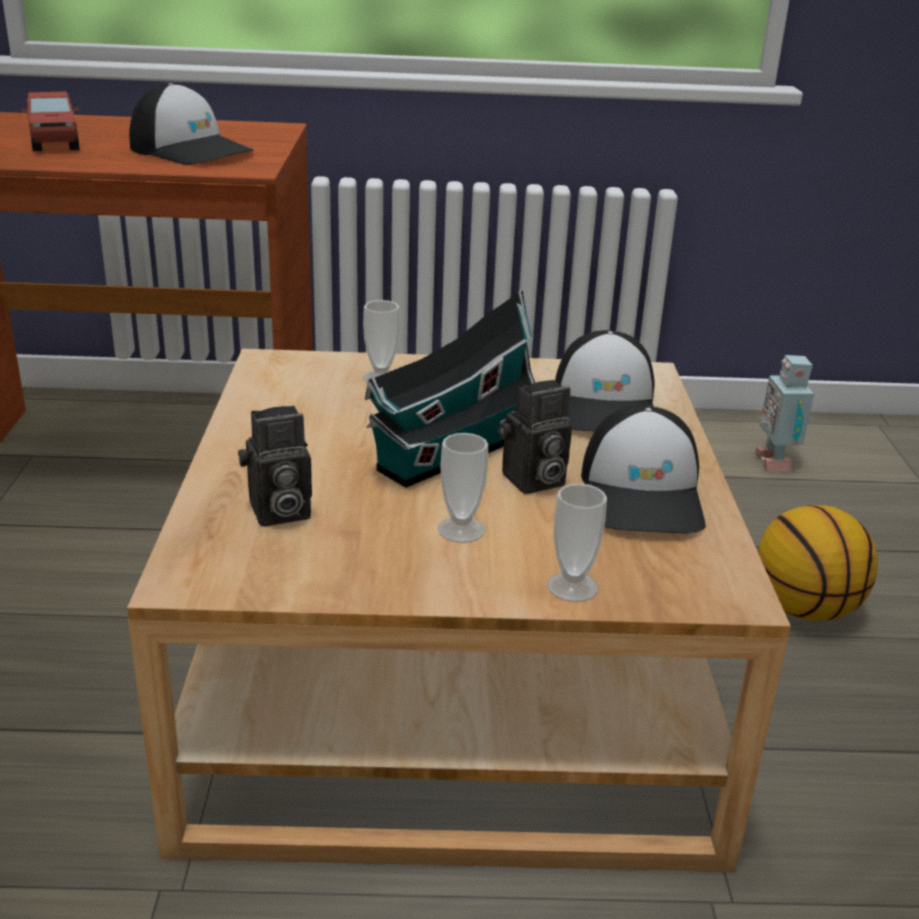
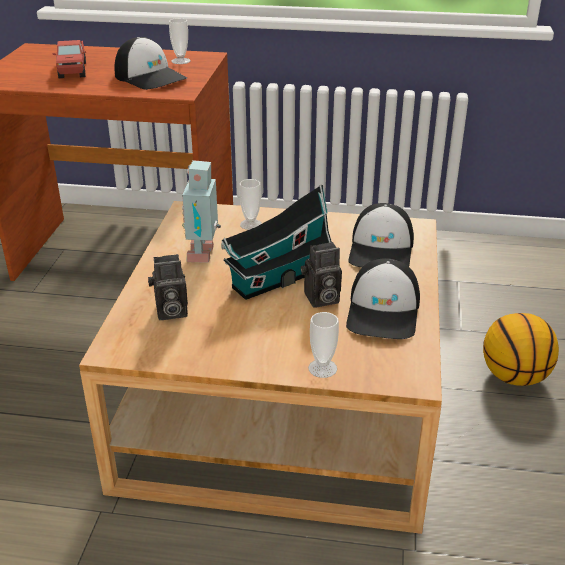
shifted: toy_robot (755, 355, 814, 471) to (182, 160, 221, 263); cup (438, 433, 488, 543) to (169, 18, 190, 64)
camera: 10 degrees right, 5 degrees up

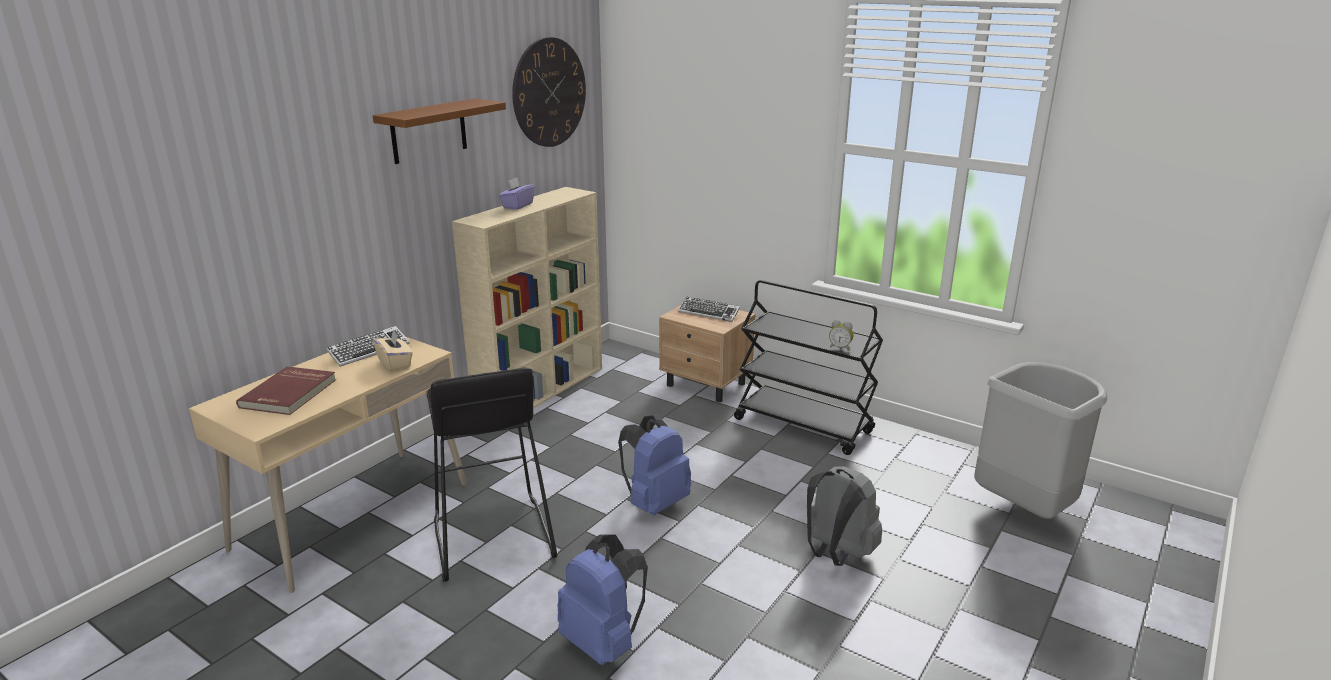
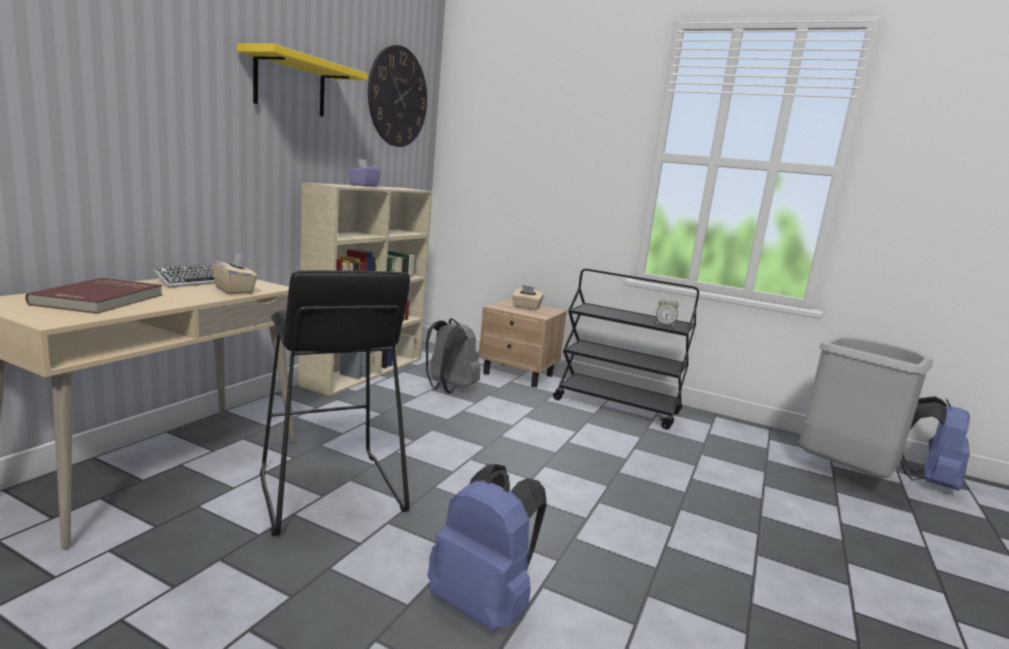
shifted: blue_backpack (618, 415, 691, 515) to (901, 396, 970, 491); grey_backpack (807, 466, 882, 566) to (426, 318, 481, 394)
swapped: keyboard (678, 297, 740, 322) to beige_tissue_box (512, 285, 544, 310)
repainted: brown_shelf (373, 98, 506, 164) to yellow_shelf (237, 43, 368, 117)
camera: 10 degrees left, 10 degrees down

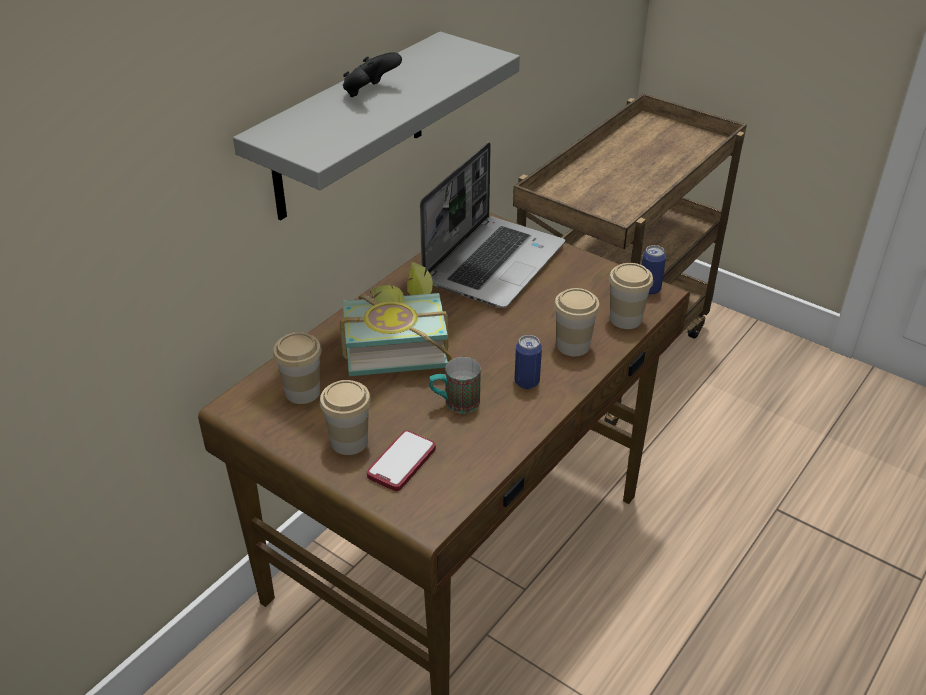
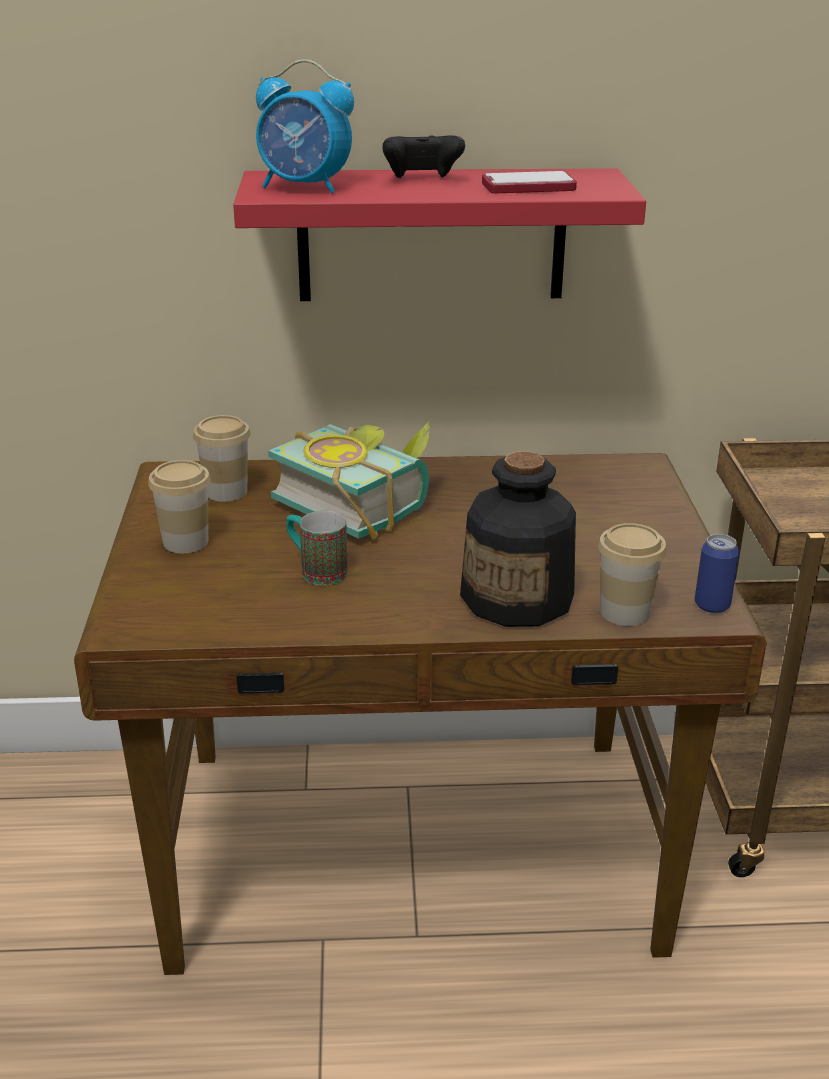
gone: laptop (420, 142, 565, 308); can (515, 335, 542, 389)
new: alarm_clock (256, 59, 354, 193)
shifted: phone (367, 431, 436, 491) to (482, 171, 577, 193)
swapped: cup (554, 288, 600, 356) to bottle (460, 451, 576, 627)
repainted: grey_shelf (233, 31, 520, 220) to red_shelf (233, 168, 646, 301)
camera: 50 degrees right, 10 degrees down

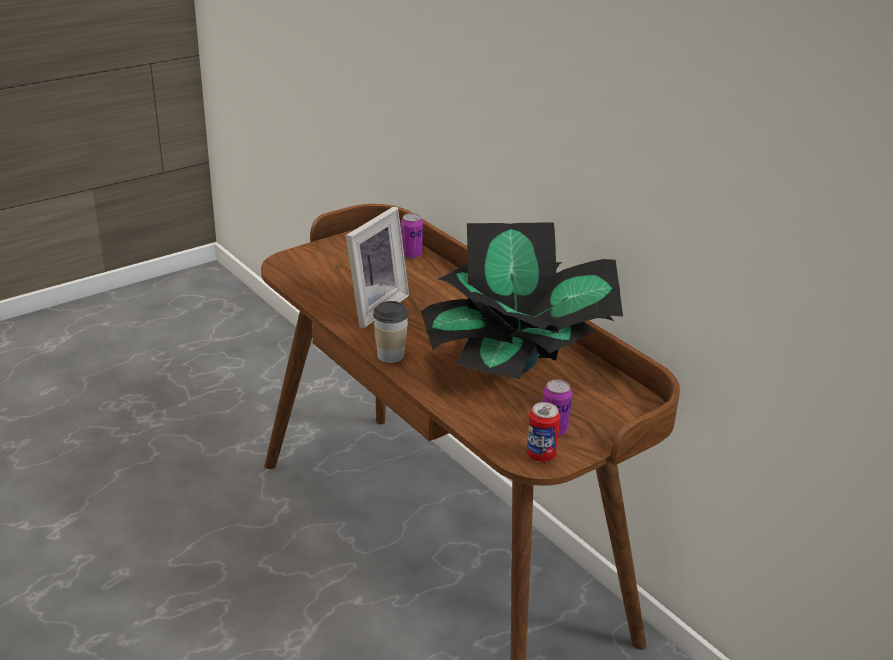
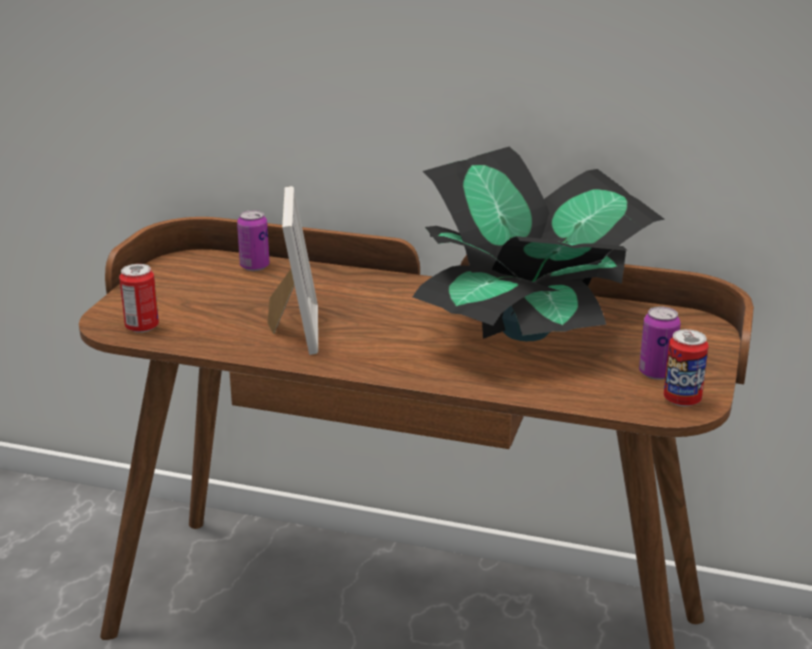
gone: cup (373, 301, 409, 363)
new: can (119, 264, 159, 333)
camera: 35 degrees left, 5 degrees down

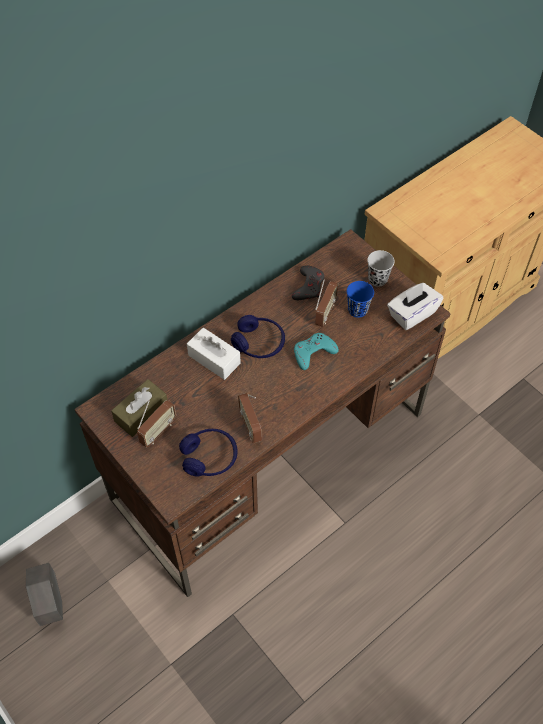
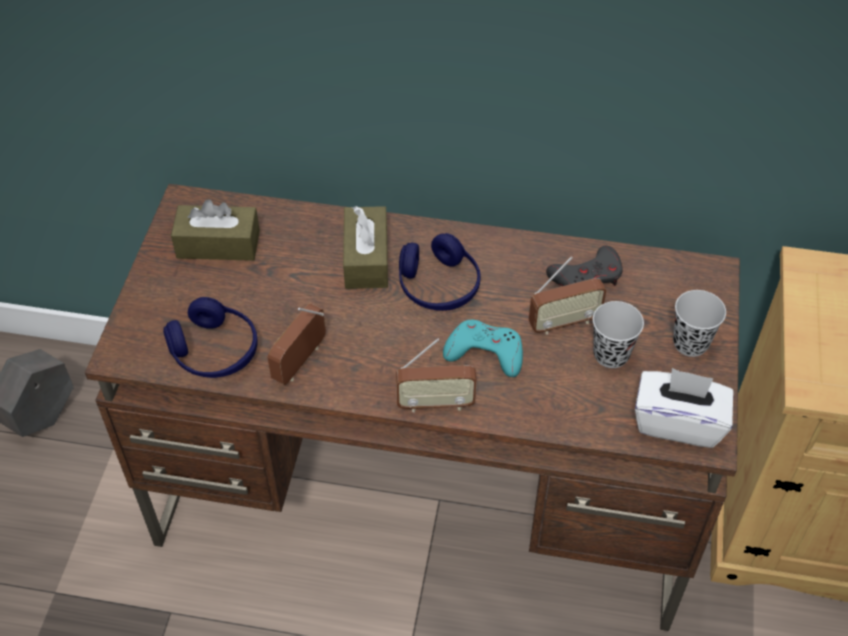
shifted: radio (137, 400, 176, 447) to (396, 338, 477, 412)
repainted: blue_cup (347, 281, 374, 318) to black_cup (593, 301, 644, 368); white_tissue_box (187, 328, 241, 380) to brown_tissue_box (343, 206, 388, 289)
camera: 50 degrees right, 5 degrees down

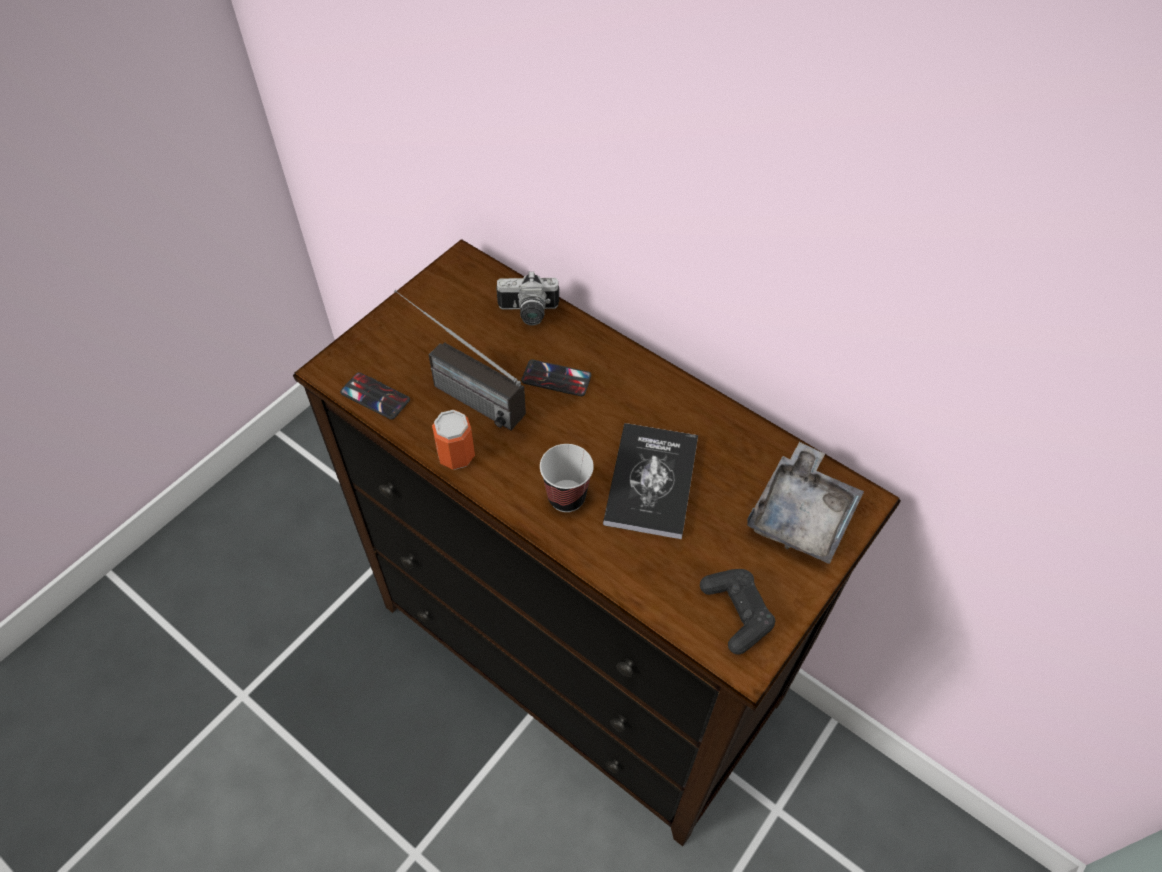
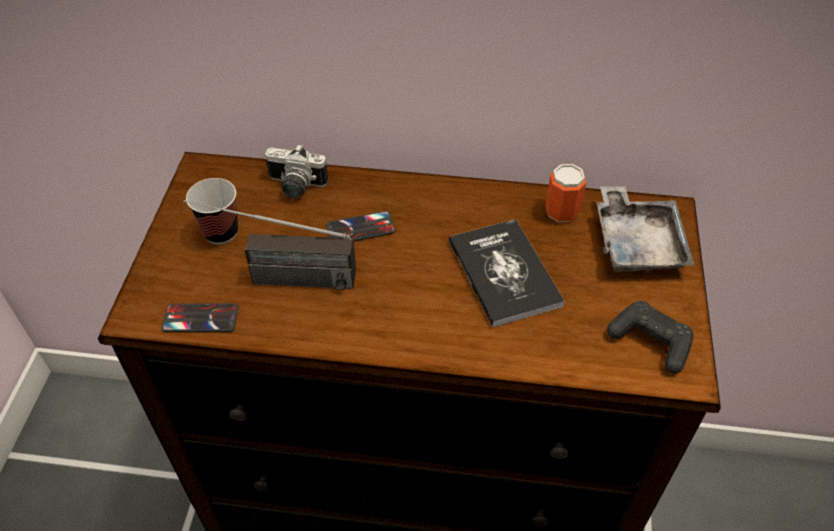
shifted: can (432, 410, 475, 470) to (545, 164, 586, 222); cup (540, 444, 594, 512) to (186, 178, 238, 244)
rotated: photo_camera (496, 271, 559, 325) = (265, 144, 328, 199) 45 degrees clockwise
camera: 30 degrees left, 5 degrees down

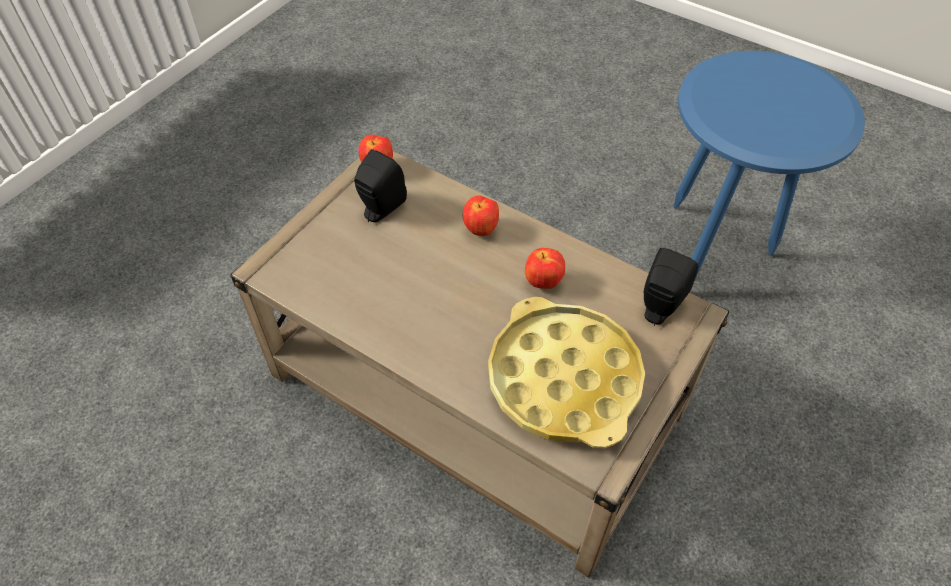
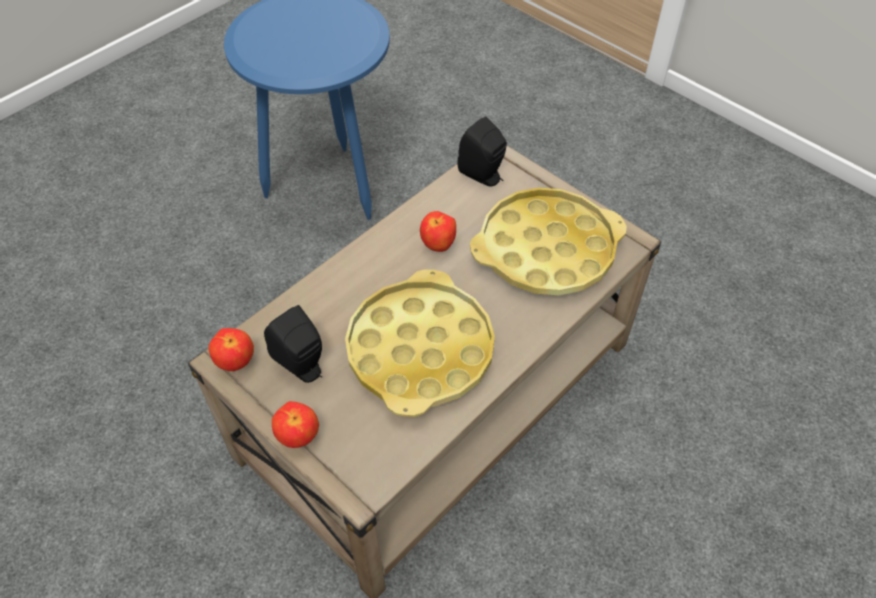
new: yellow_tray (345, 270, 495, 417)
shifted: apple (463, 196, 499, 236) to (272, 401, 319, 448)
camera: 80 degrees left, 0 degrees up

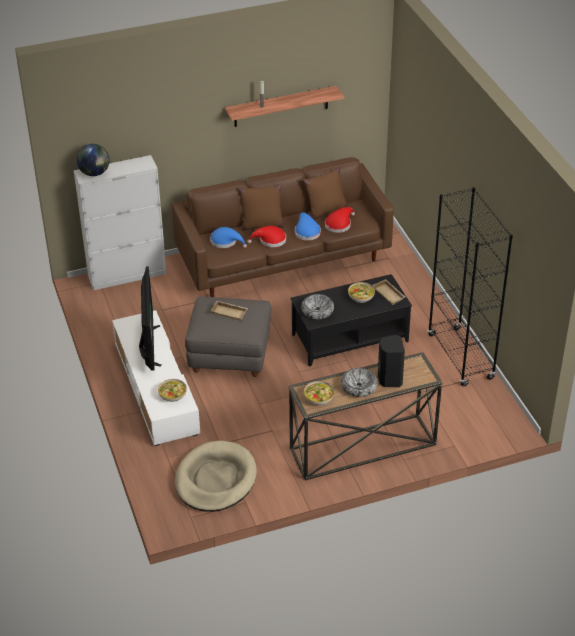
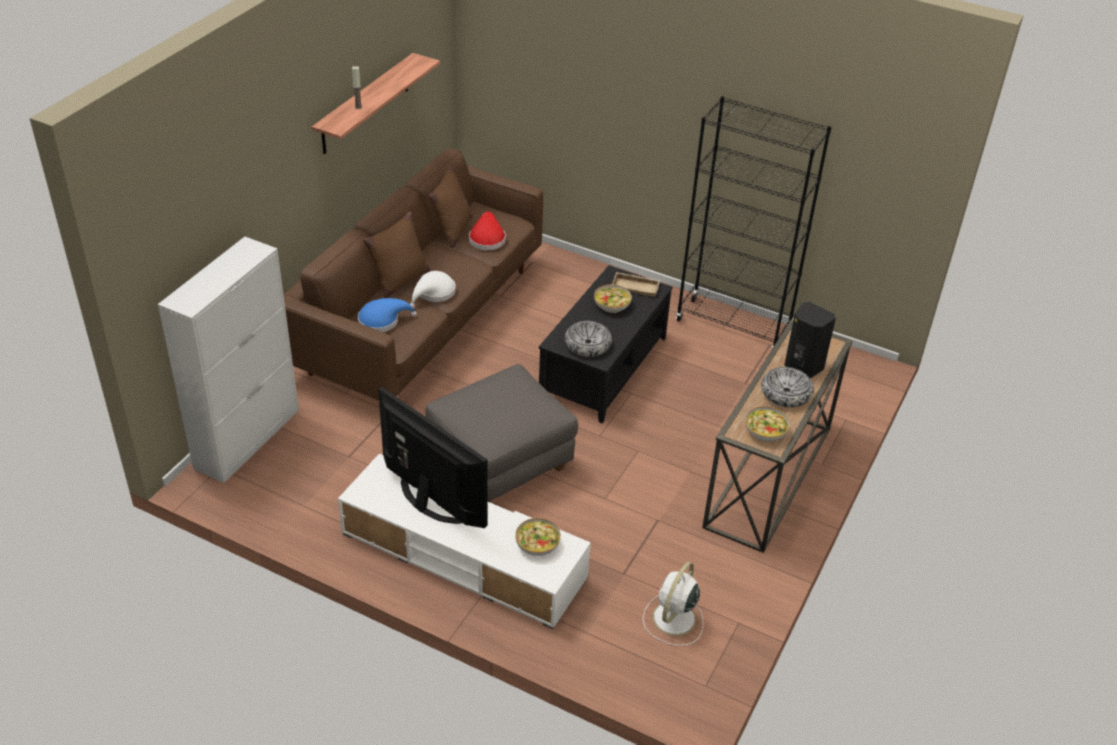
gone: globe (77, 144, 109, 176); blue_hat (295, 212, 321, 241); beige_tray (211, 301, 248, 321)
swapped: beige_dog_bed (175, 441, 257, 512) to white_fan (642, 562, 704, 646)
repainted: red_hat (247, 226, 286, 247) to white_hat (410, 271, 456, 309)
camera: 45 degrees left, 0 degrees up

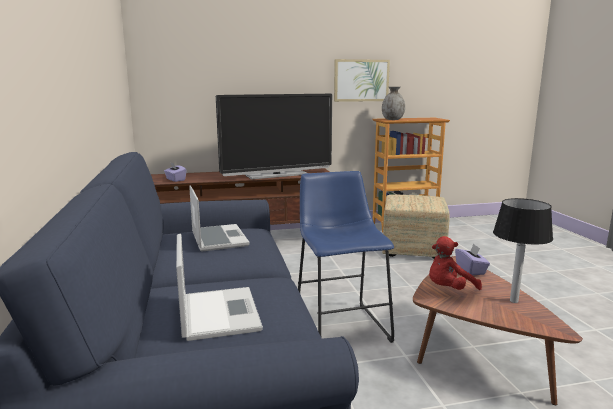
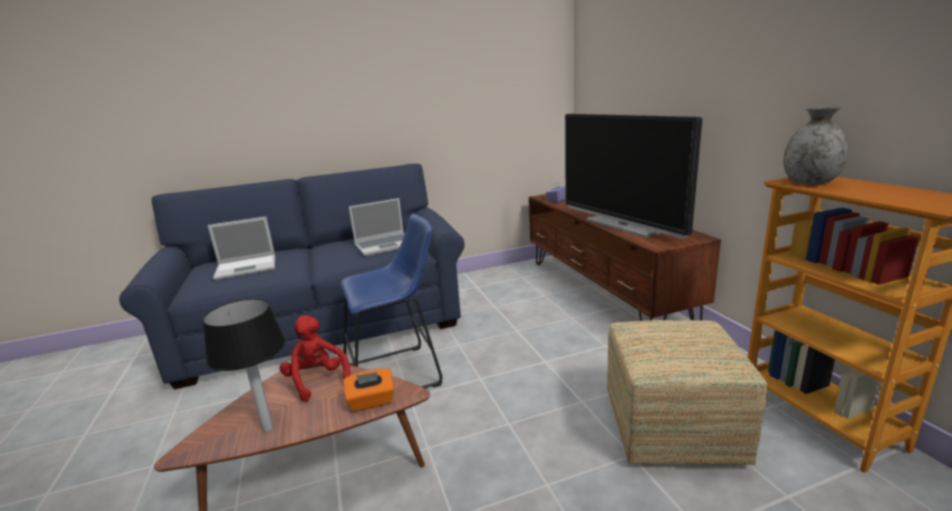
gone: picture (334, 59, 390, 102)
repainted: purple_tissue_box (455, 244, 490, 275) to orange_tissue_box (344, 368, 394, 412)
camera: 85 degrees right, 5 degrees up

